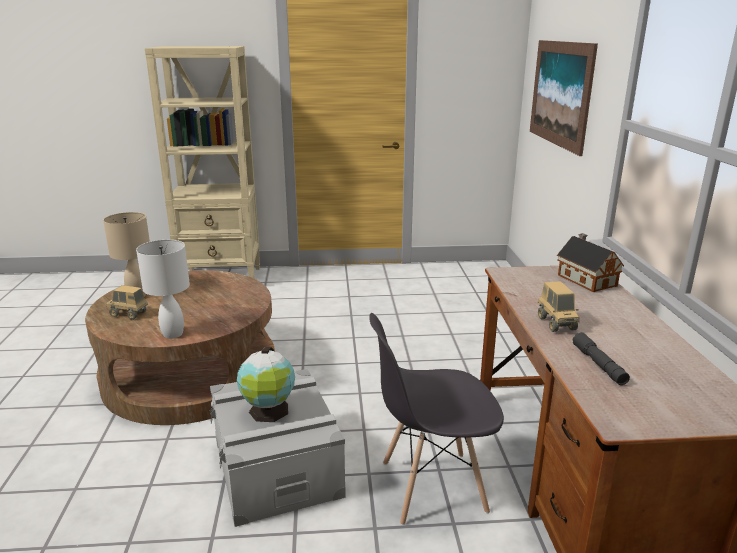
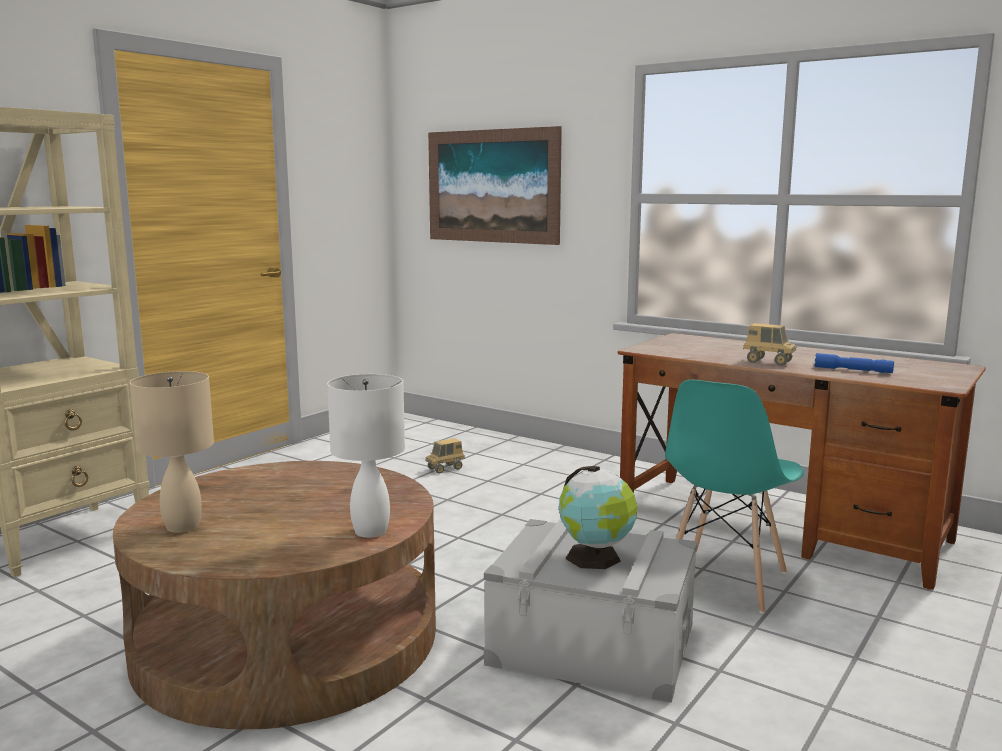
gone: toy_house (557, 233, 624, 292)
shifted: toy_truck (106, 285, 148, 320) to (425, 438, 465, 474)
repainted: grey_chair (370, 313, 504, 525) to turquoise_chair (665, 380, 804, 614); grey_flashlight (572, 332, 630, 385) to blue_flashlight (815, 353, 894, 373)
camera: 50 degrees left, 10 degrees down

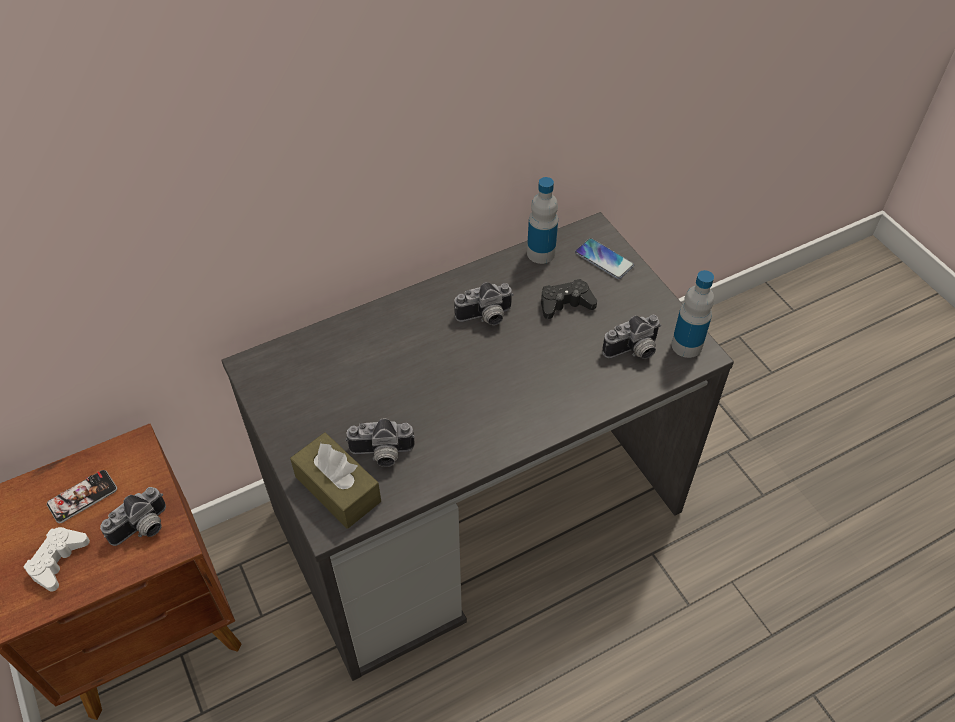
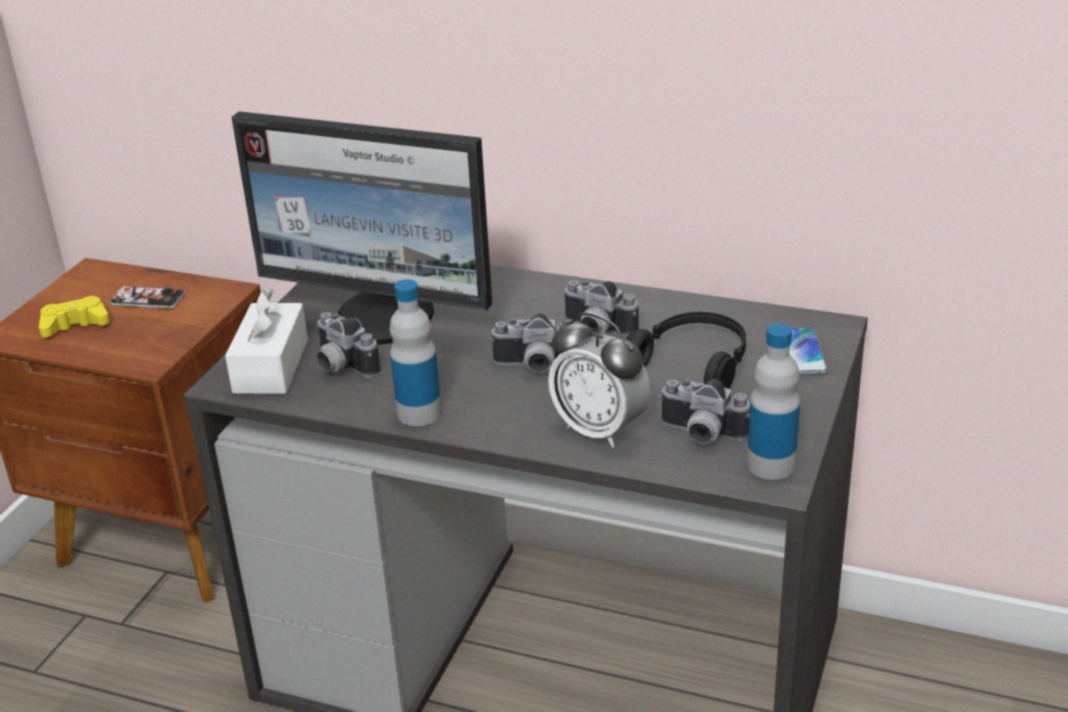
new: monitor (231, 111, 492, 345); alarm_clock (548, 312, 650, 447)
shifted: bottle (527, 177, 558, 264) to (390, 279, 442, 426); photo_camera (100, 487, 166, 546) to (490, 313, 573, 372)
swapped: black_game_controller (541, 279, 597, 319) to black_headphones (626, 312, 746, 389)
repainted: brown_tissue_box (290, 432, 381, 529) to white_tissue_box (225, 287, 308, 394); white_game_controller (23, 527, 90, 592) to yellow_game_controller (39, 296, 110, 337)
camera: 50 degrees right, 20 degrees down

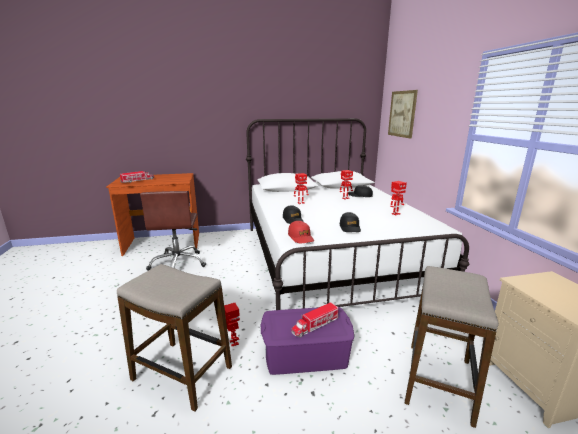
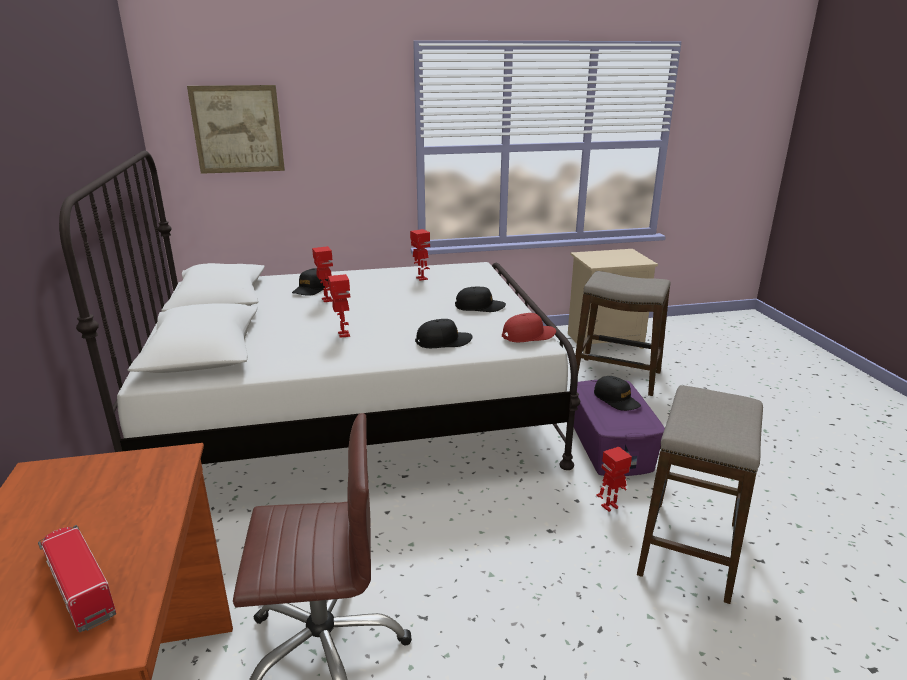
swapped: toy_truck (291, 302, 339, 337) to black_cap (594, 376, 641, 411)
camera: 90 degrees left, 5 degrees up

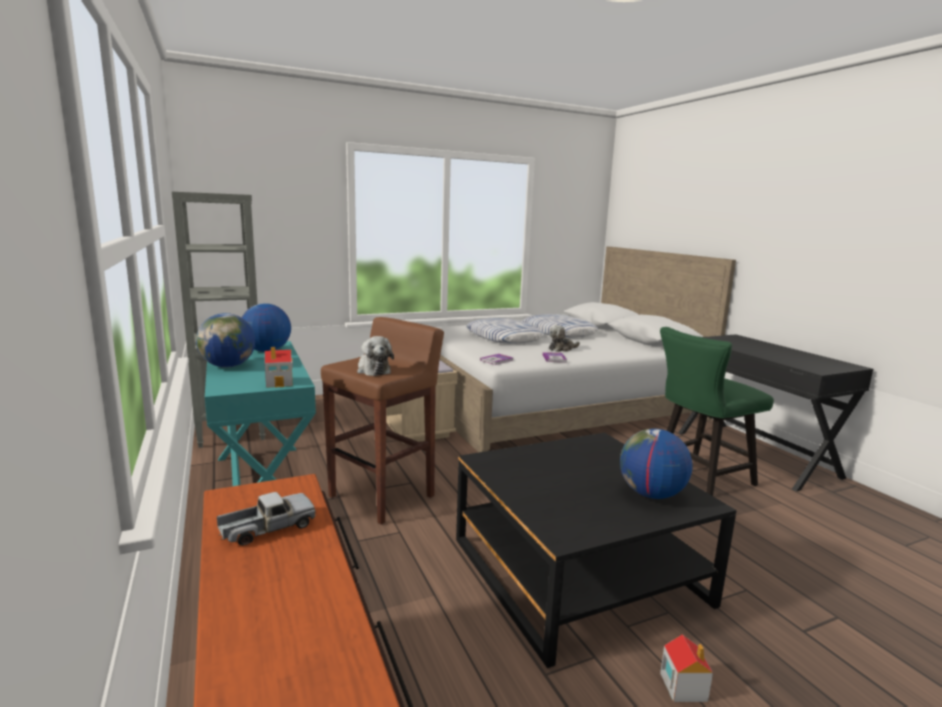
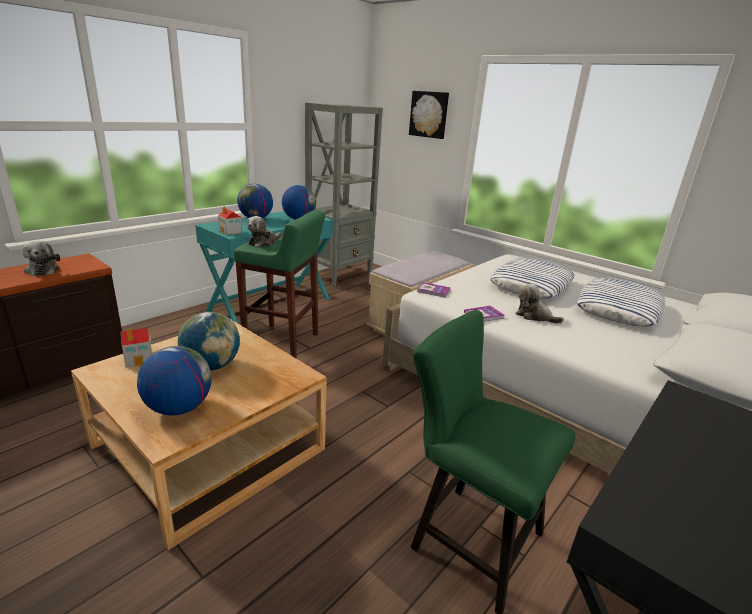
new: picture (409, 91, 449, 139); globe (178, 312, 240, 370)
shifted: toy_house (660, 634, 713, 702) to (121, 328, 152, 367)
swapped: toy_truck (217, 492, 316, 546) to plush_toy (22, 241, 60, 276)
repainted: brown_stool (321, 317, 444, 524) to green_stool (234, 210, 325, 359); black_coffee_table (456, 433, 737, 668) to beige_coffee_table (71, 319, 327, 550)
camera: 65 degrees right, 10 degrees up

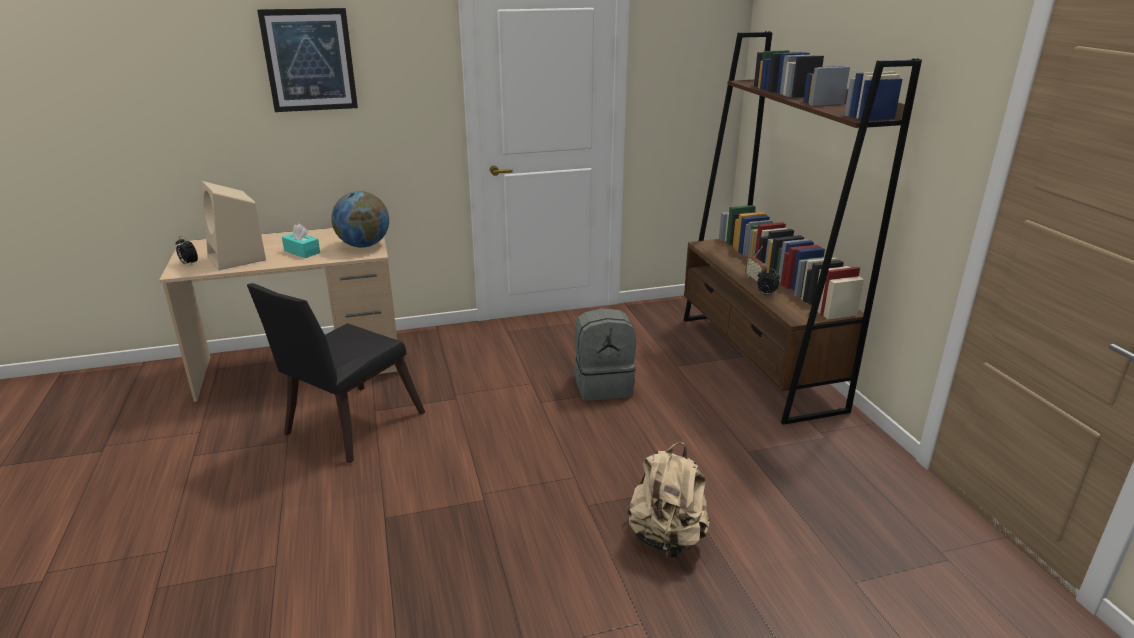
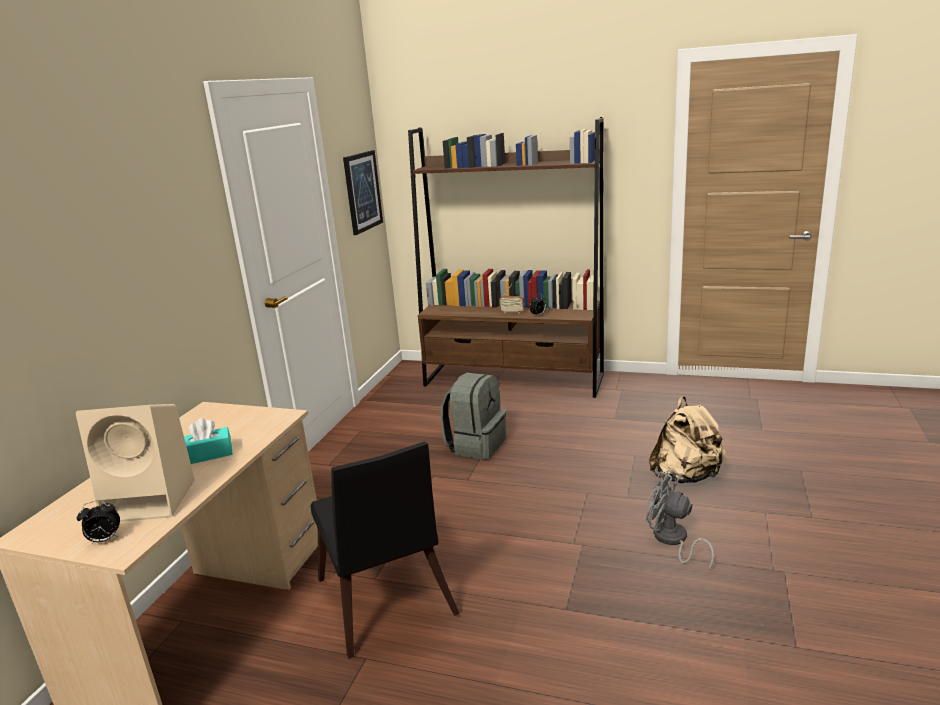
gone: globe (331, 191, 389, 248)
new: grey_fan (646, 470, 714, 571)
shifted: picture (257, 8, 358, 112) to (343, 150, 383, 235)
camera: 55 degrees left, 5 degrees down

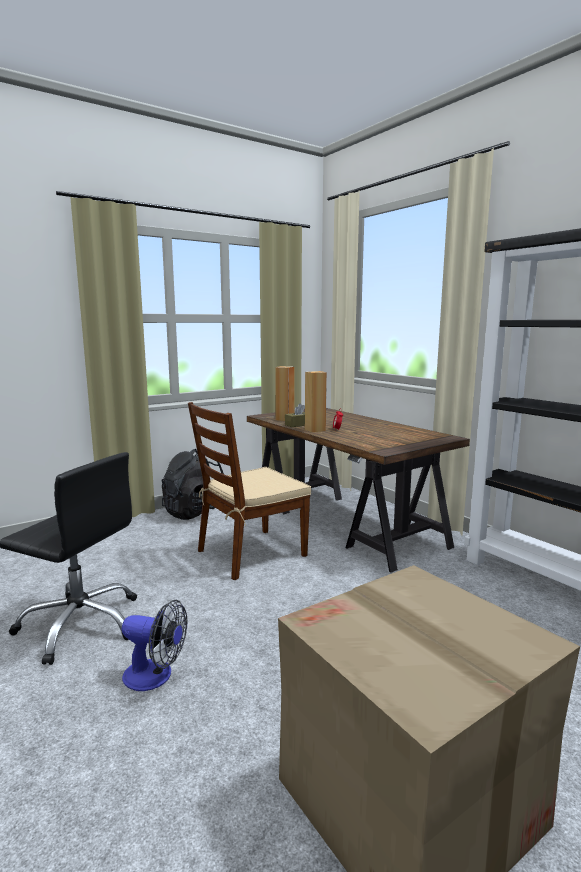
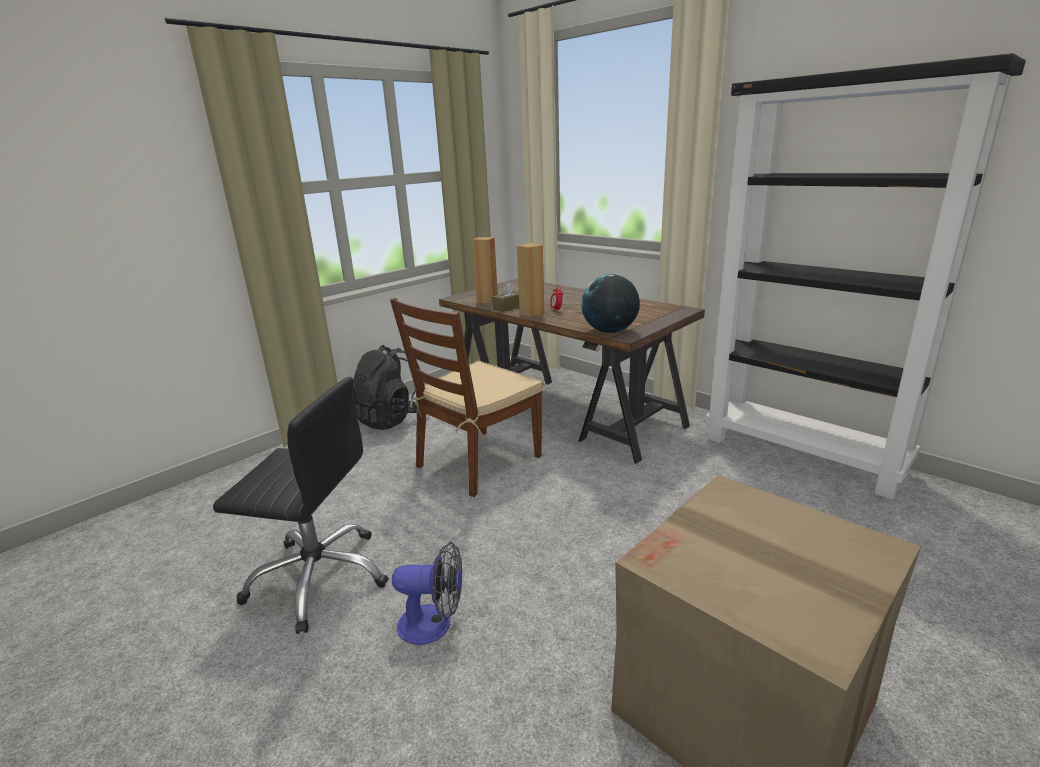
new: globe (582, 274, 640, 333)
camera: 10 degrees left, 10 degrees up

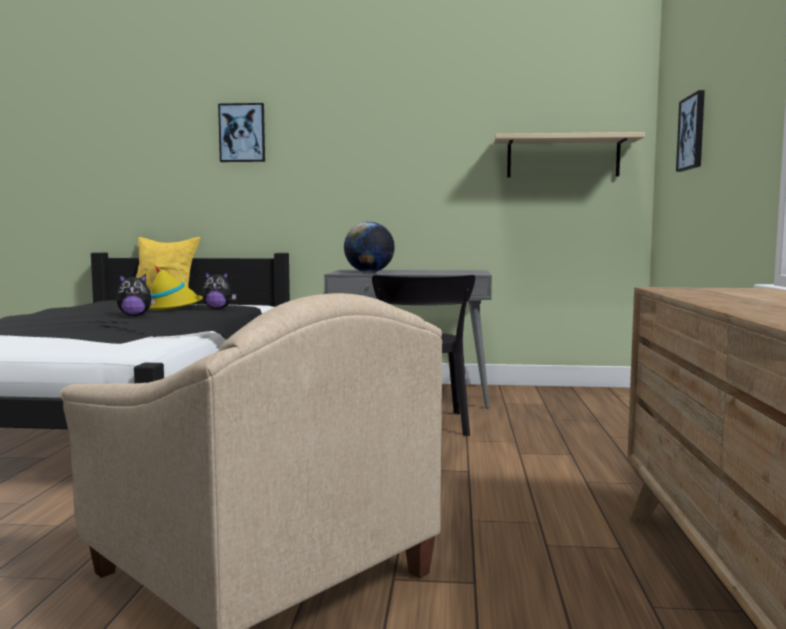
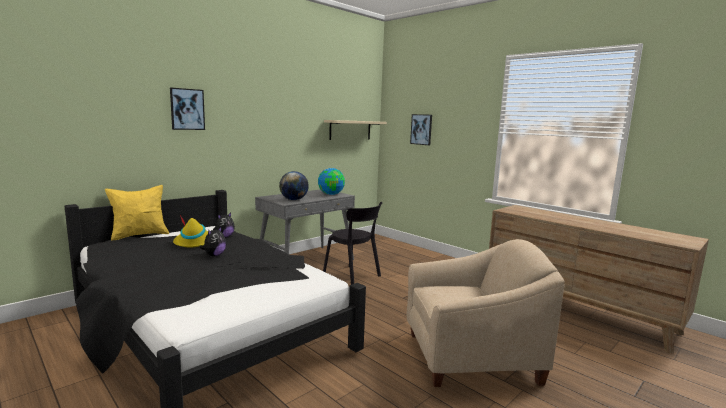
new: globe (318, 168, 345, 195)
camera: 50 degrees left, 5 degrees up

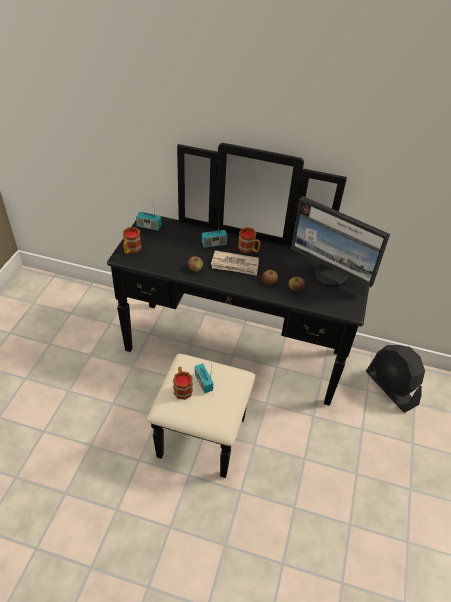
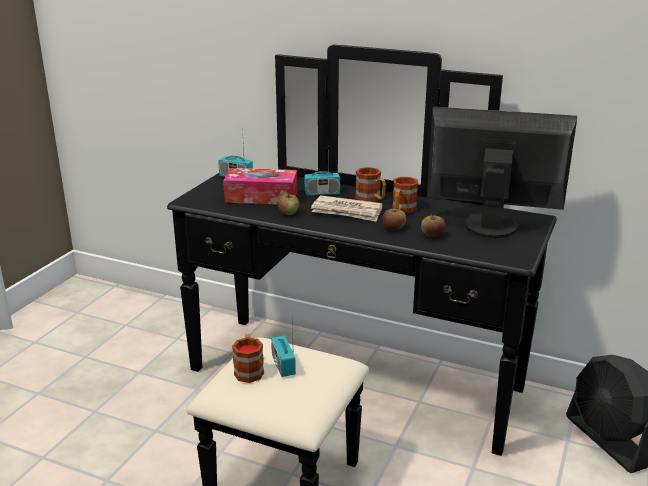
new: tissue_box (223, 168, 297, 204)
shifted: mug (123, 227, 141, 254) to (392, 177, 418, 213)
rotated: monitor (291, 196, 390, 287) = (427, 107, 577, 238) 150 degrees clockwise
camera: 10 degrees right, 20 degrees down

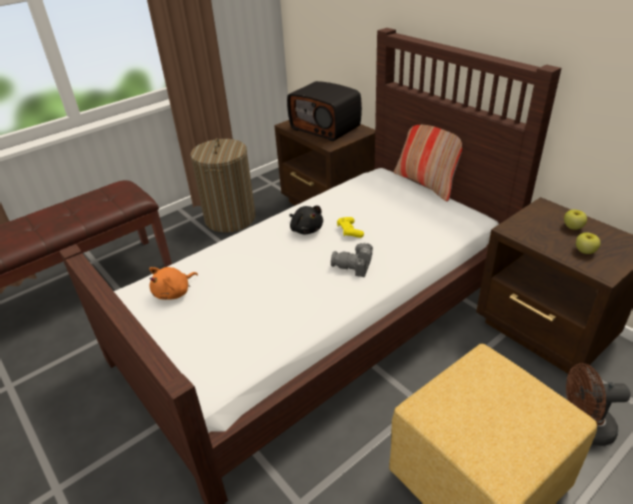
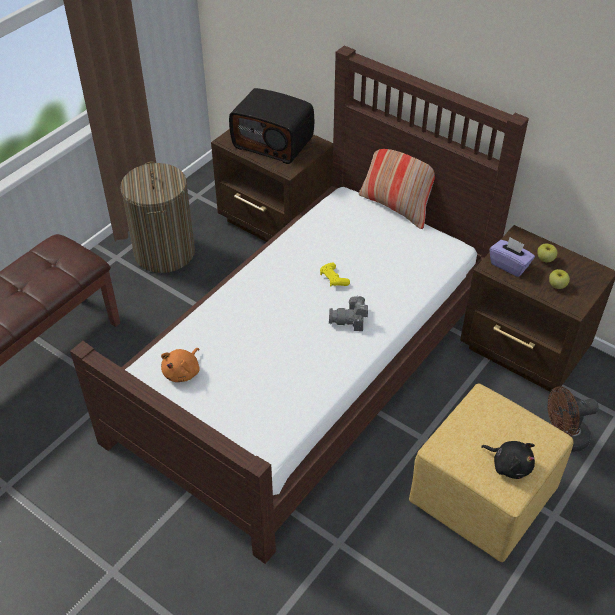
new: purple_tissue_box (490, 237, 535, 277)
shifted: black_plush_toy (289, 206, 323, 234) to (481, 441, 535, 479)
camera: 15 degrees left, 10 degrees up

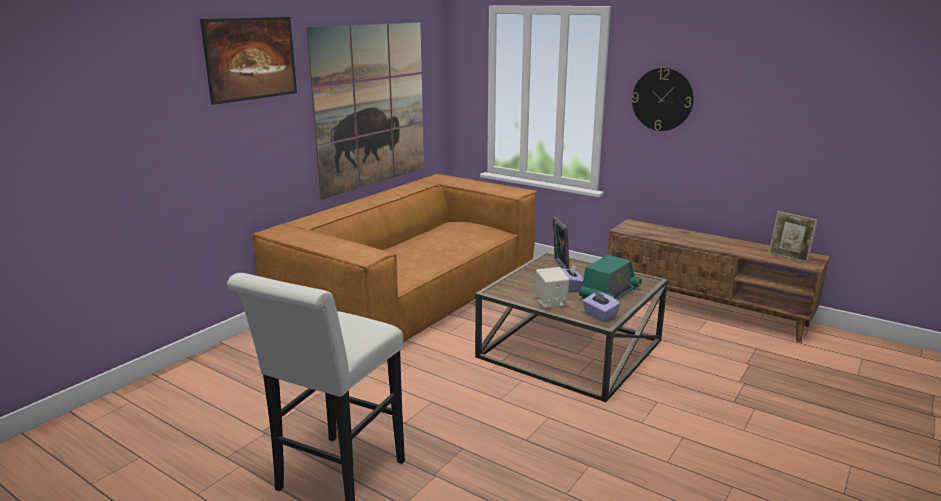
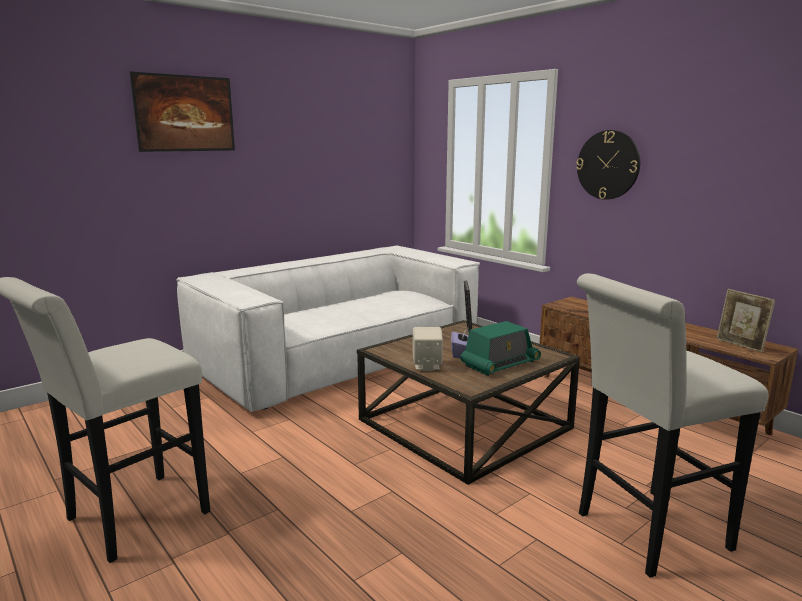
gone: picture (307, 22, 424, 200); purple_tissue_box (582, 290, 620, 322)
new: white_stool (577, 273, 769, 578)
repainted: brown_sofa (252, 174, 537, 342) to white_sofa (176, 246, 480, 412)
camera: 15 degrees right, 5 degrees down

